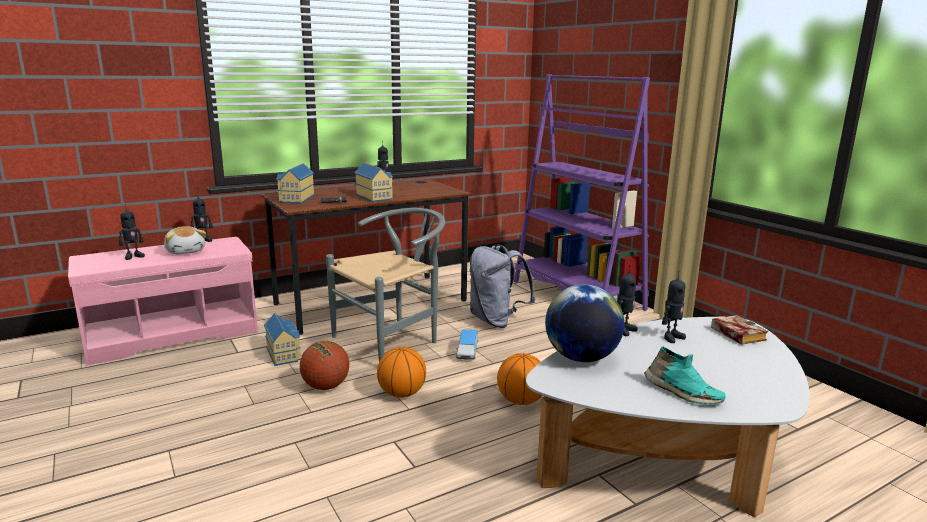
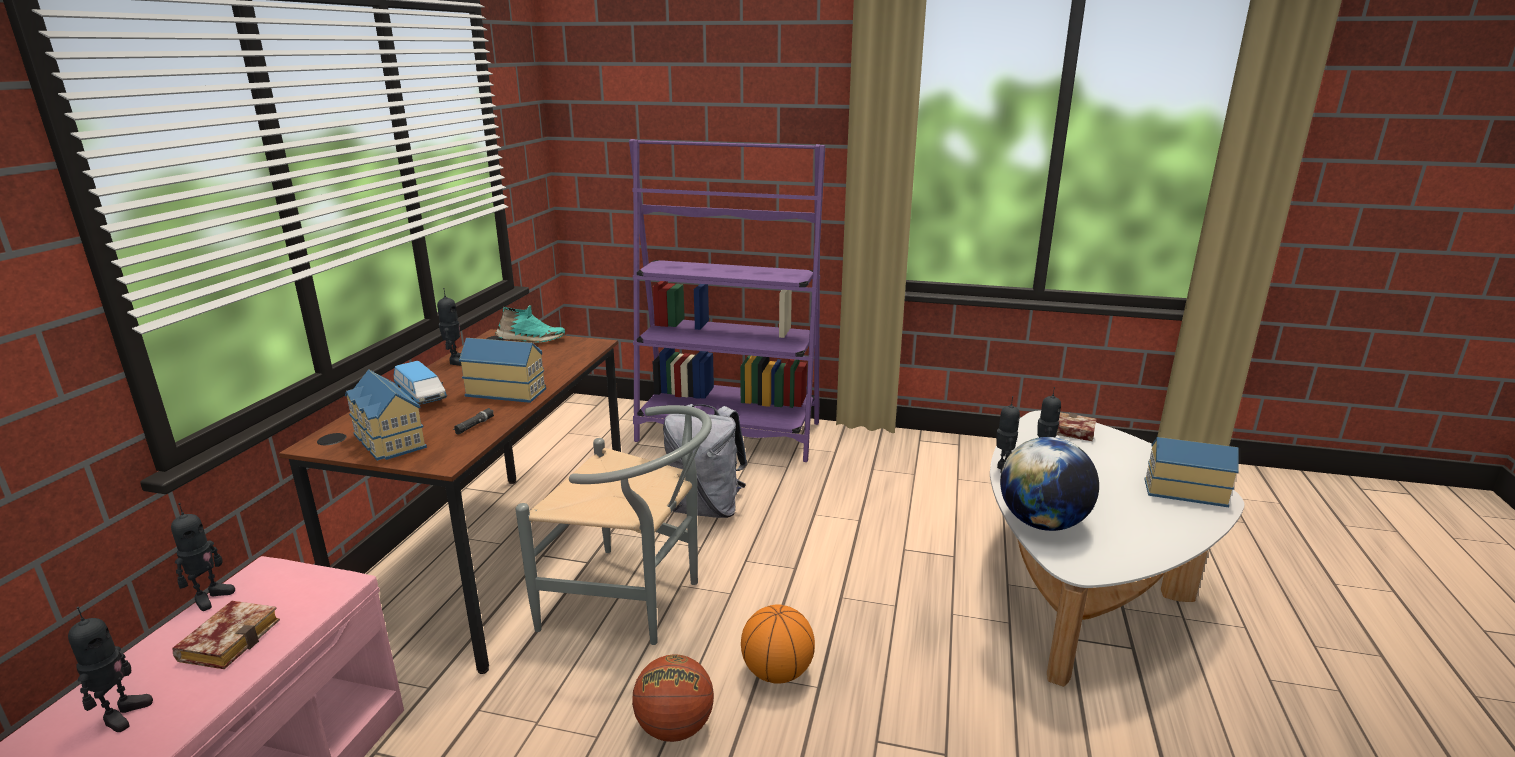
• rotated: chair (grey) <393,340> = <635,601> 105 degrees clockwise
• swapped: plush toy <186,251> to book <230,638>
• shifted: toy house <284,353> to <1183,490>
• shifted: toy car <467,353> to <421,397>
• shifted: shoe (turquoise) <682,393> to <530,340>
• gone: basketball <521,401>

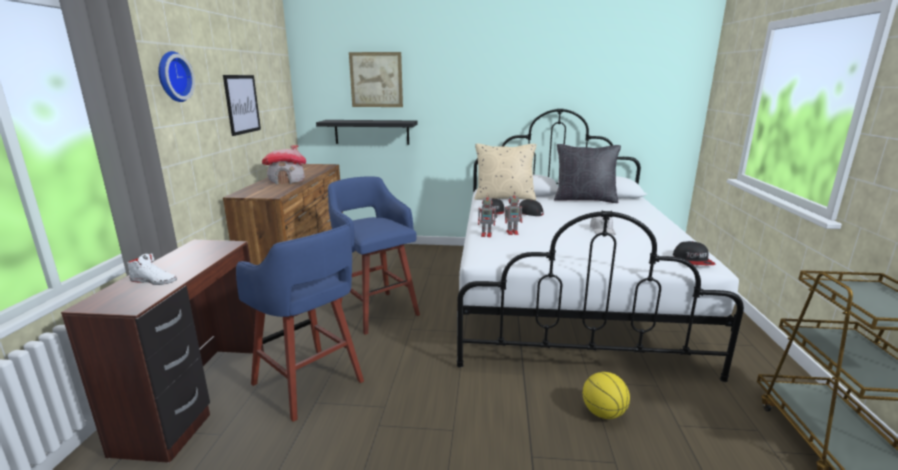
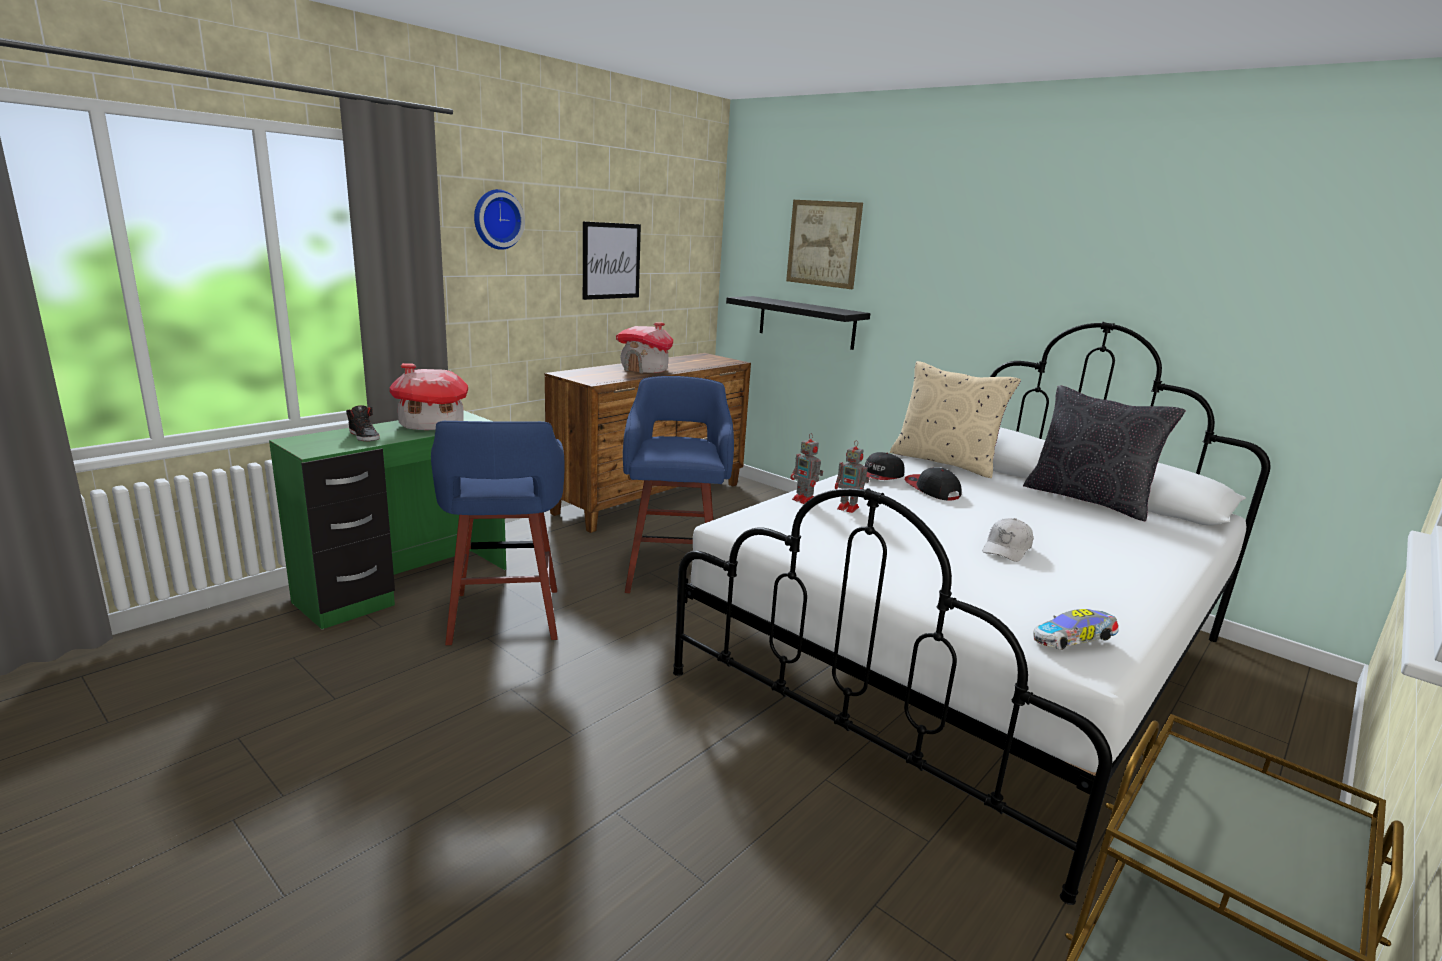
• repainted: desk (brown) <199,397> to desk (green) <406,586>
• swapped: cap <693,261> to toy car <1073,642>
• repainted: shoe (white) <154,281> to shoe (black) <364,436>
• gone: basketball <603,413>
• new: toy house <431,425>

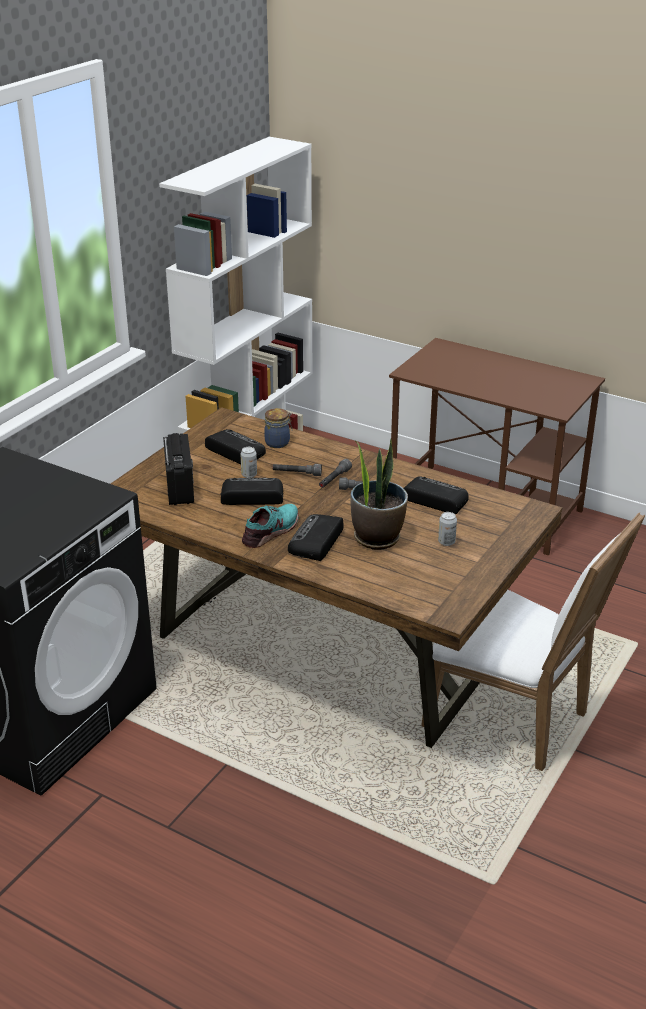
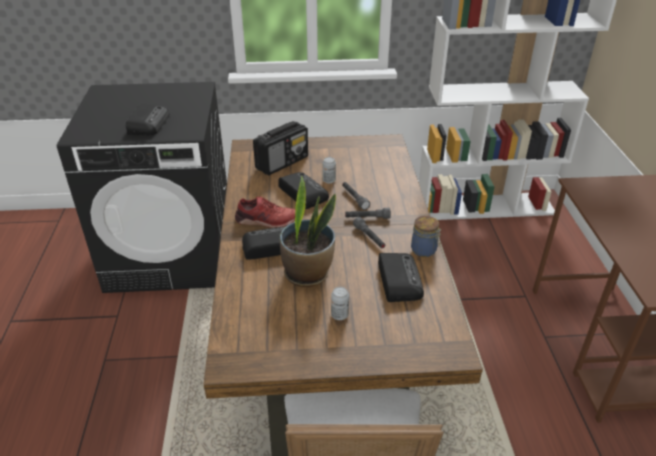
• shifted: jar <278,443> to <424,250>
• shifted: radio <234,451> to <148,123>
• repainted: shoe (turquoise) <271,531> to shoe (red) <266,221>

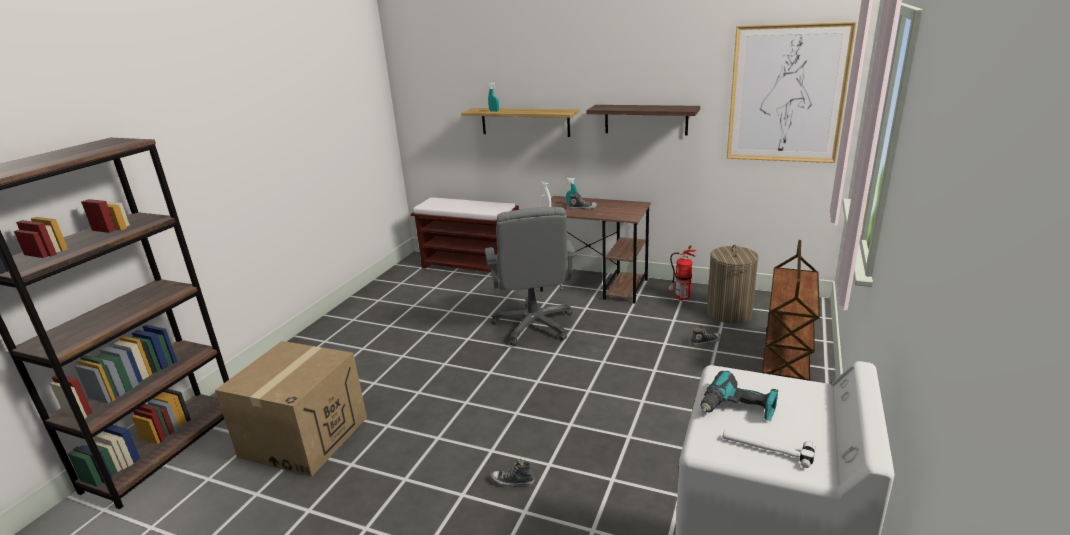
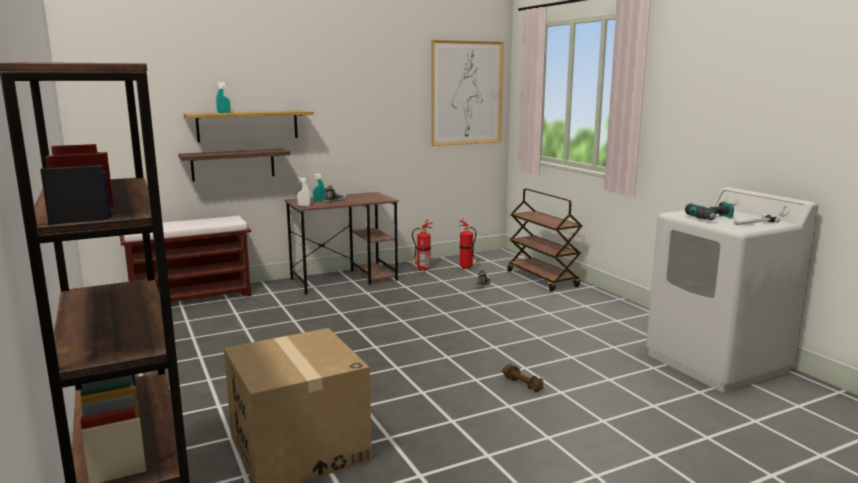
• shifted: shelf <645,119> to <233,164>
• gone: office chair (grey) <534,325>
• swapped: laundry basket <729,313> to fire extinguisher <467,268>
• swapped: shoe <512,481> to dumbbell (brown) <523,384>

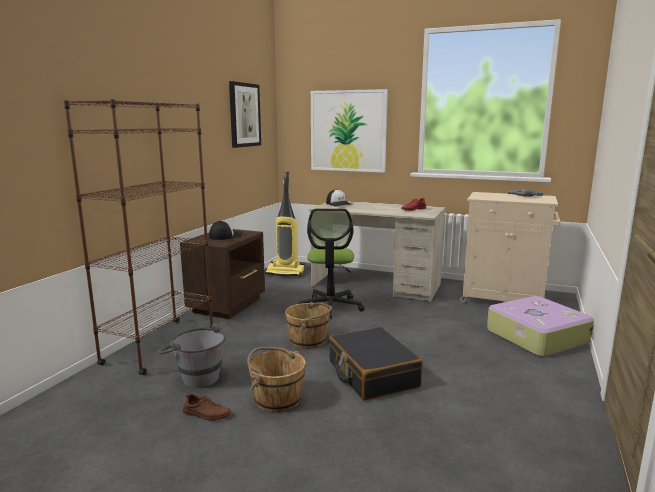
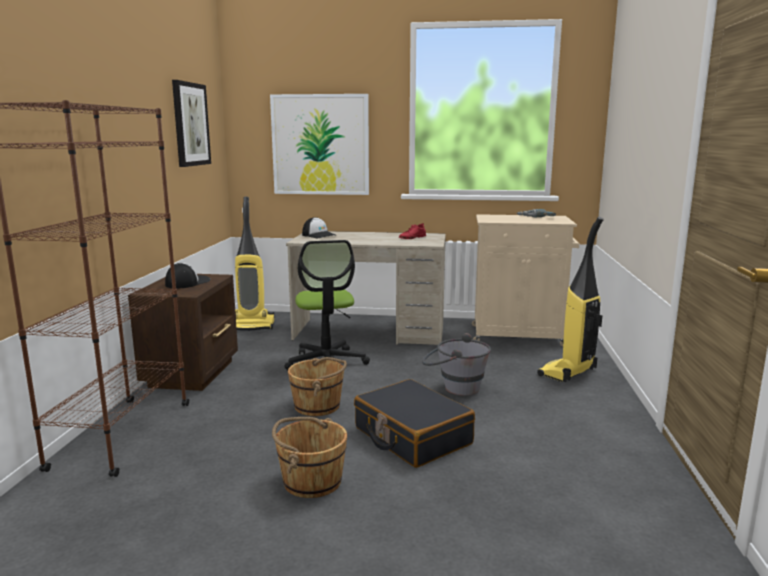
• swapped: suitcase <535,336> to vacuum cleaner <568,373>
• shifted: bucket (grey) <195,377> to <454,387>
• gone: shoe (brown) <206,414>

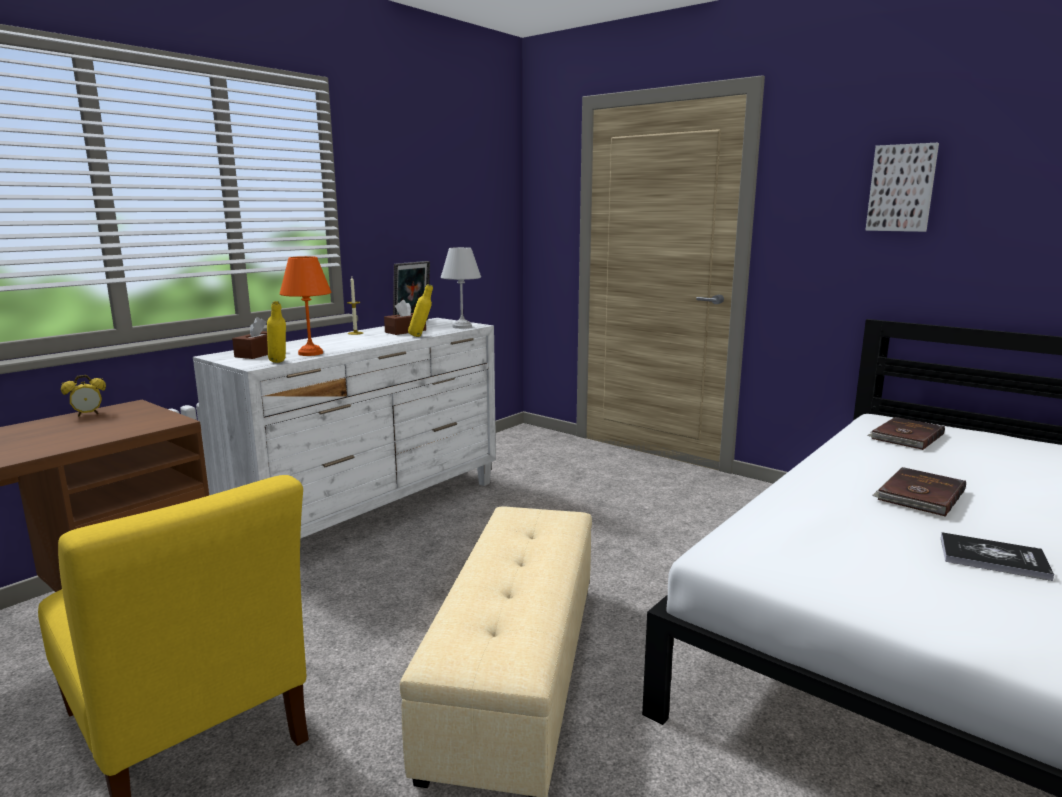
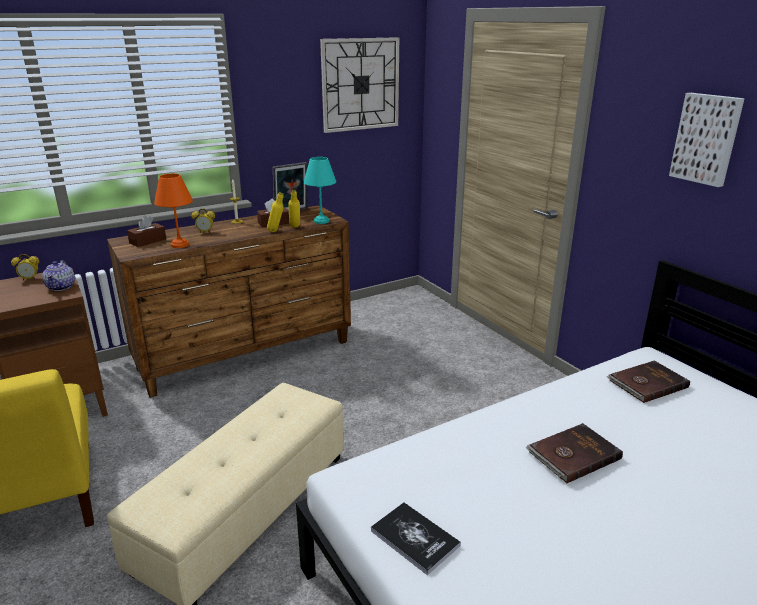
• repainted: table lamp (white) <462,327> to table lamp (turquoise) <321,221>
• shifted: bottle (yellow) <279,363> to <295,228>
• repainted: dresser (white) <373,513> to dresser (brown) <247,355>
• shifted: book <993,558> to <414,538>
• new: wall clock <360,84>
• new: alarm clock <205,232>
• new: teapot <61,287>

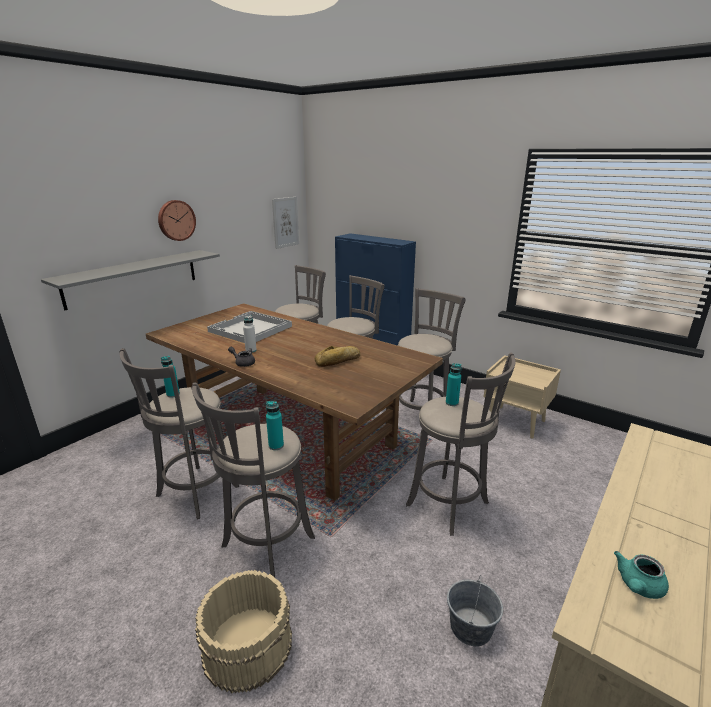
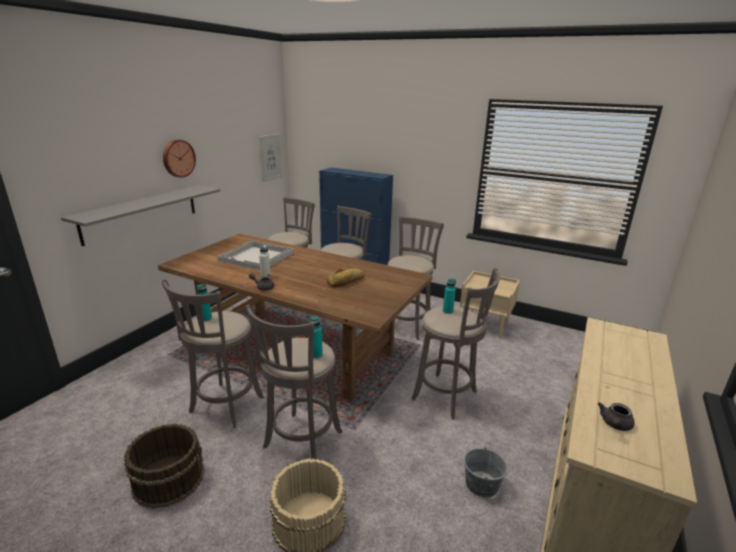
• repainted: teapot (turquoise) <638,586> to teapot (grey) <614,425>
• new: bucket (brown) <169,478>

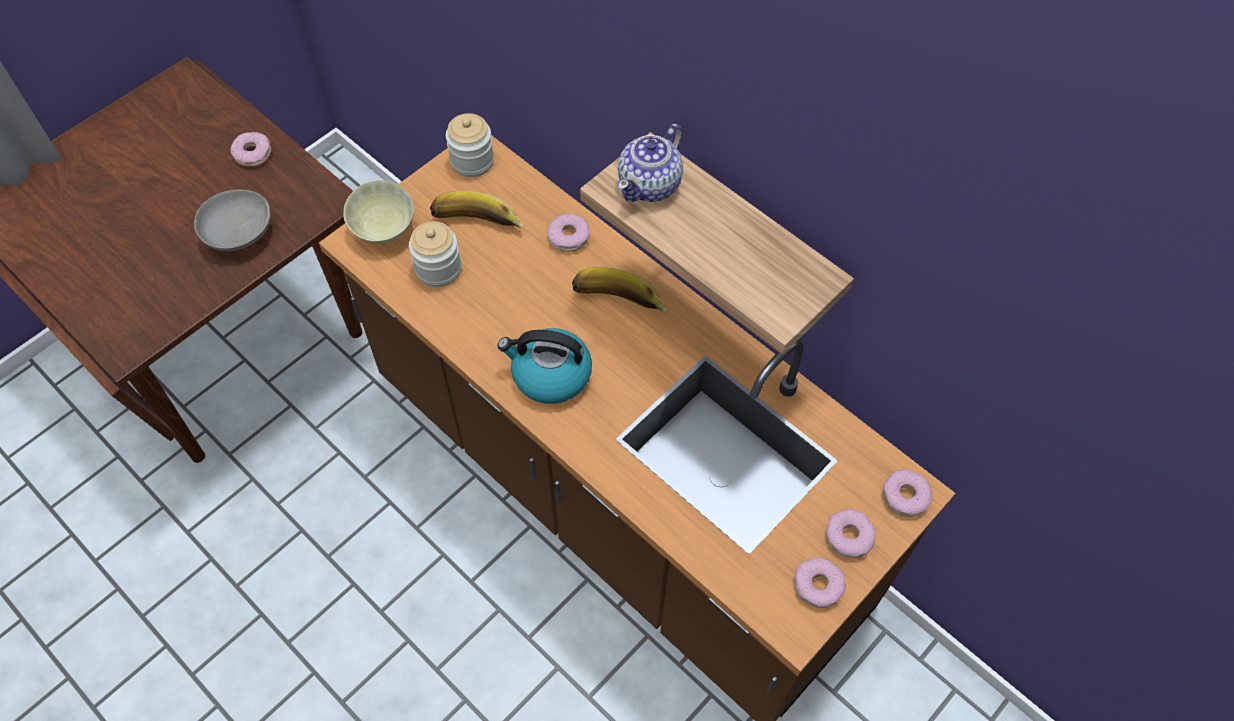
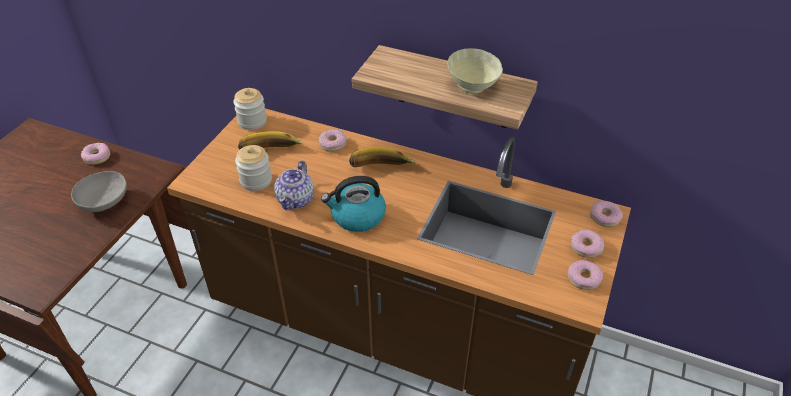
• shifted: teapot <650,184> to <296,199>
• shifted: bowl (beige) <383,230> to <472,87>

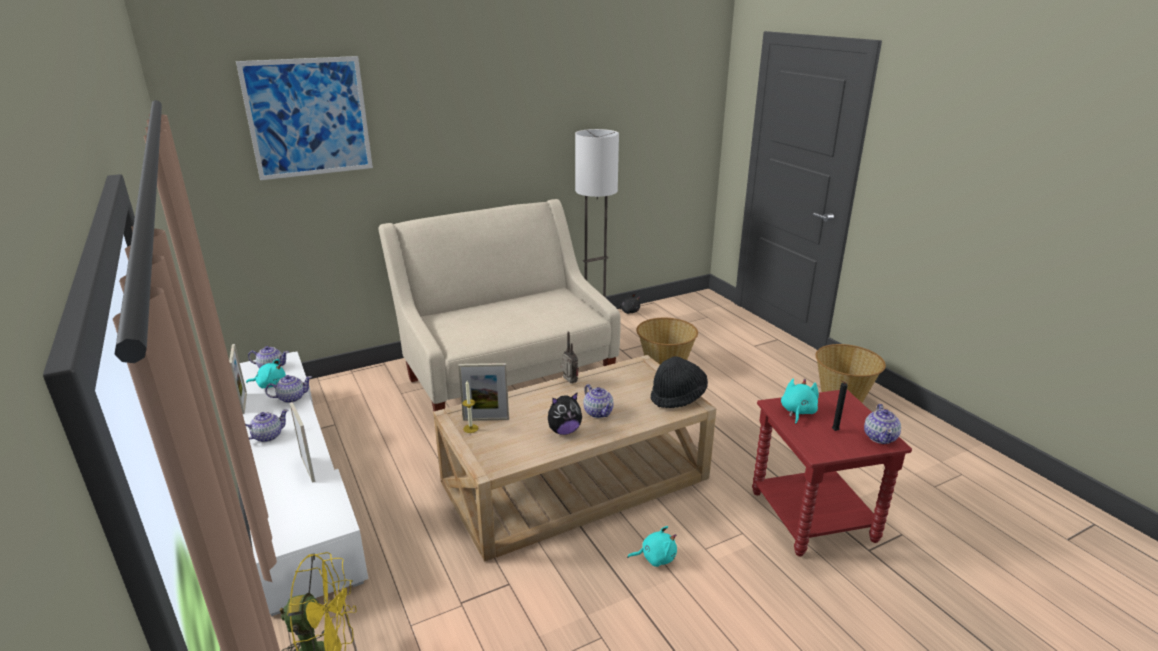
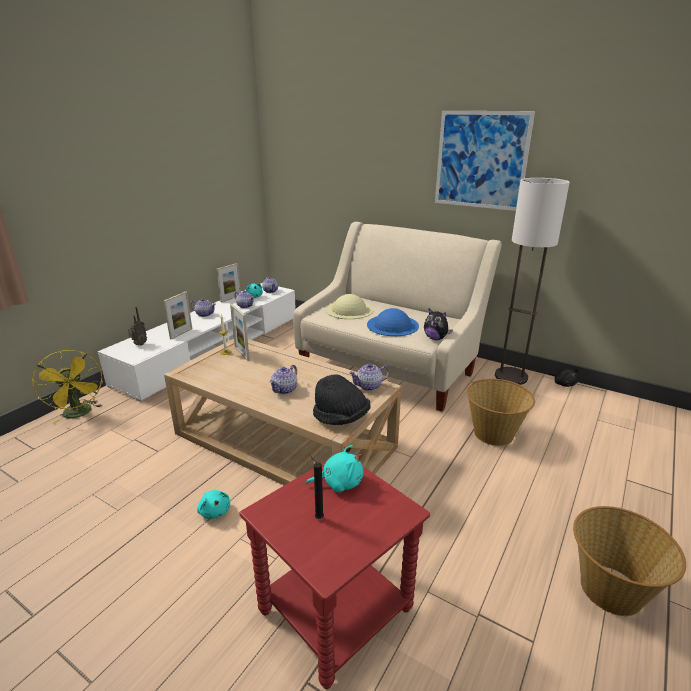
• shifted: picture <308,118> to <481,160>
• shifted: radio <569,383> to <139,344>
• shifted: plush toy <564,431> to <435,338>
• shifted: teapot <880,437> to <369,386>
• new: hat (beige) <349,309>
• new: hat (blue) <392,325>

